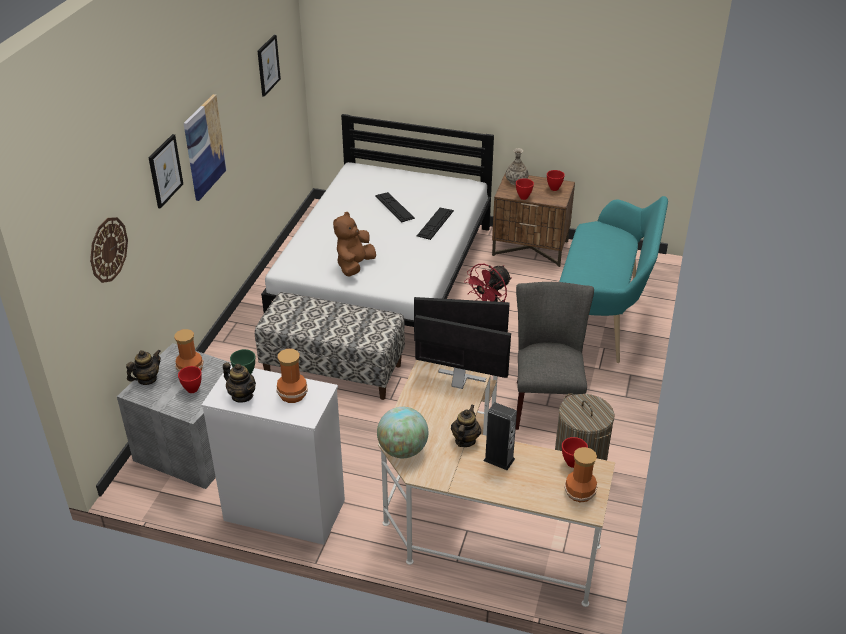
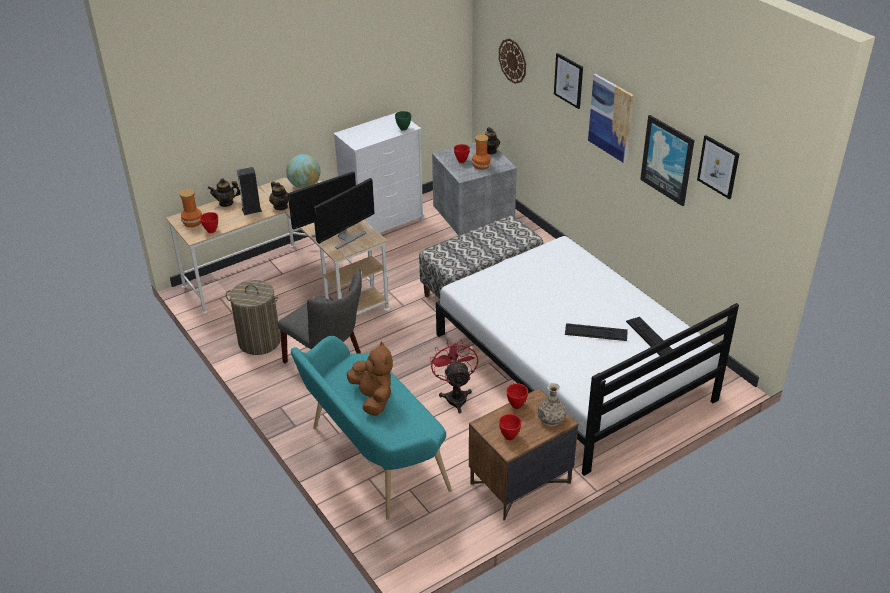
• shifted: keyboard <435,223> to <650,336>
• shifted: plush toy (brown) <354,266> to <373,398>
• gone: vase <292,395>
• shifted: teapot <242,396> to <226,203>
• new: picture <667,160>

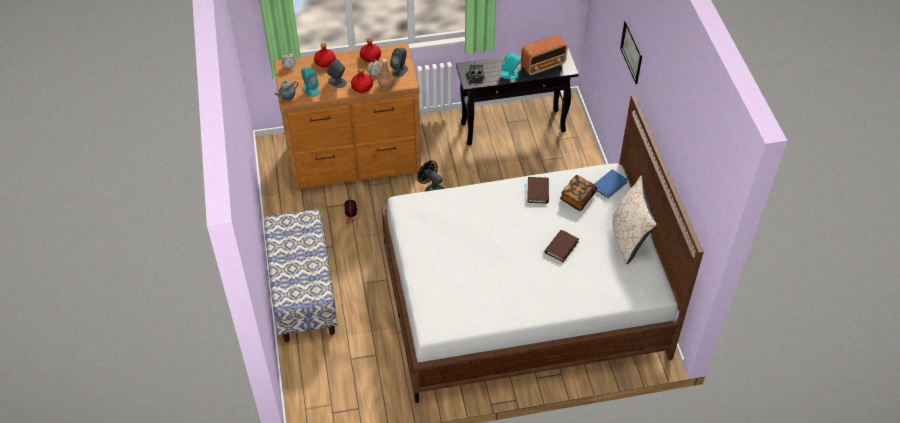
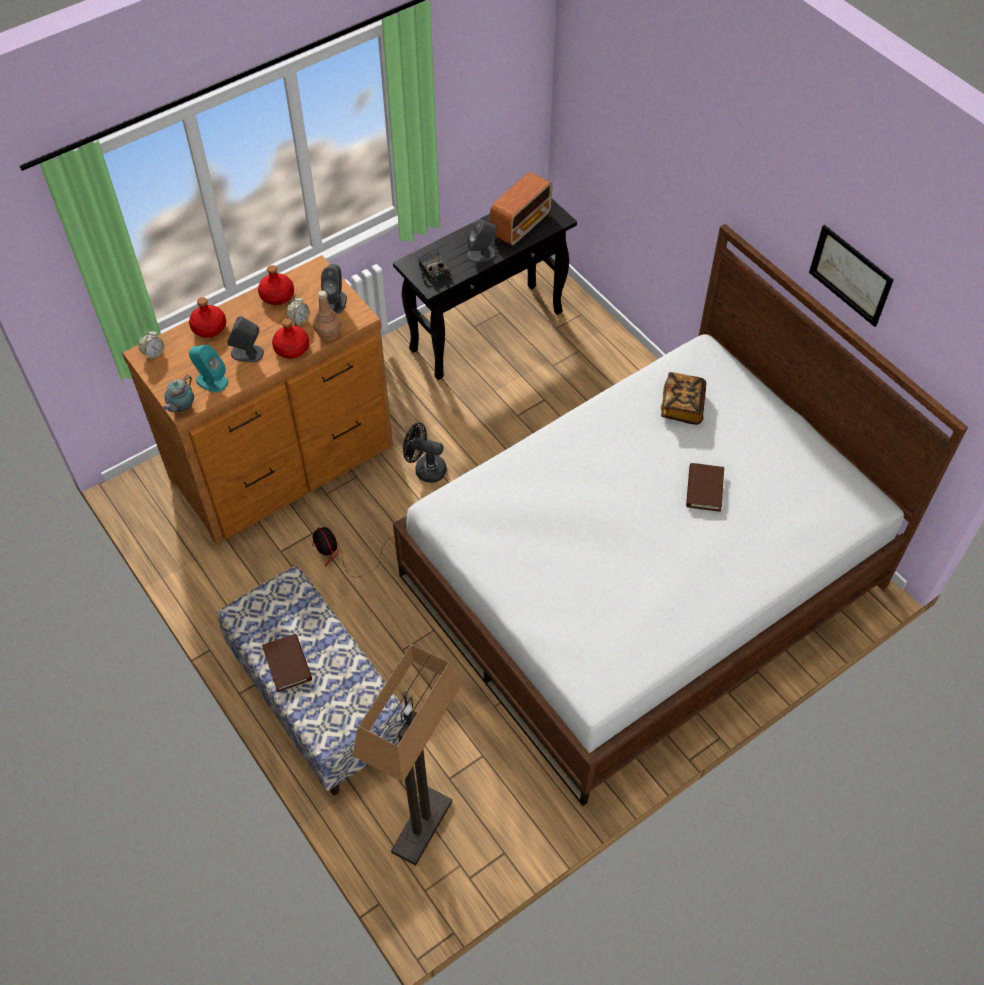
• shifted: picture <631,51> to <850,275>
• repainted: speaker (turquoise) <510,74> to speaker (grey) <481,254>
• gone: book (blue) <609,185>
• gone: pillow (beige) <628,239>
• shifted: book (brown) <538,191> to <287,664>
• new: floor lamp <422,827>

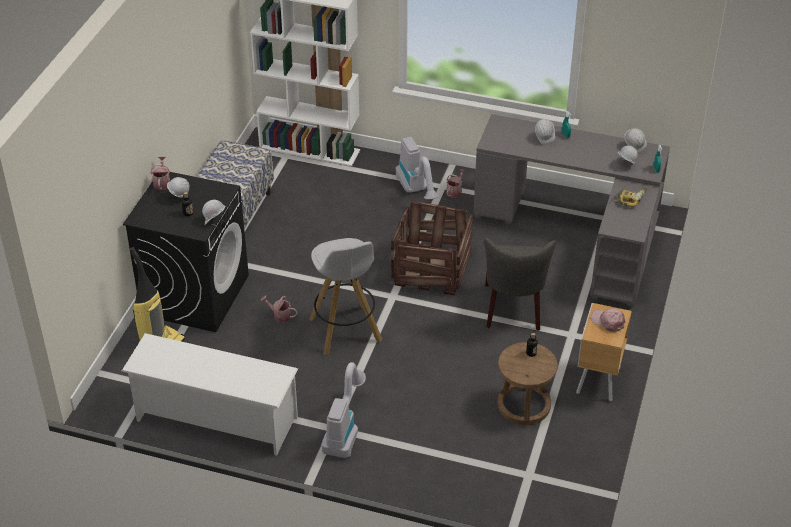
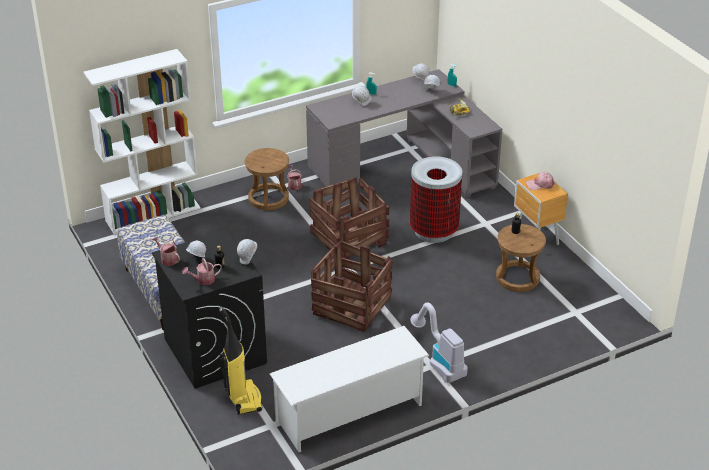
• swapped: vacuum cleaner <416,190> to stool (brown) <268,198>
• swapped: chair (grey) <513,310> to trash can <434,231>
• swapped: stool (white) <345,331> to crate <351,306>
• shifted: watering can <280,315> to <203,280>

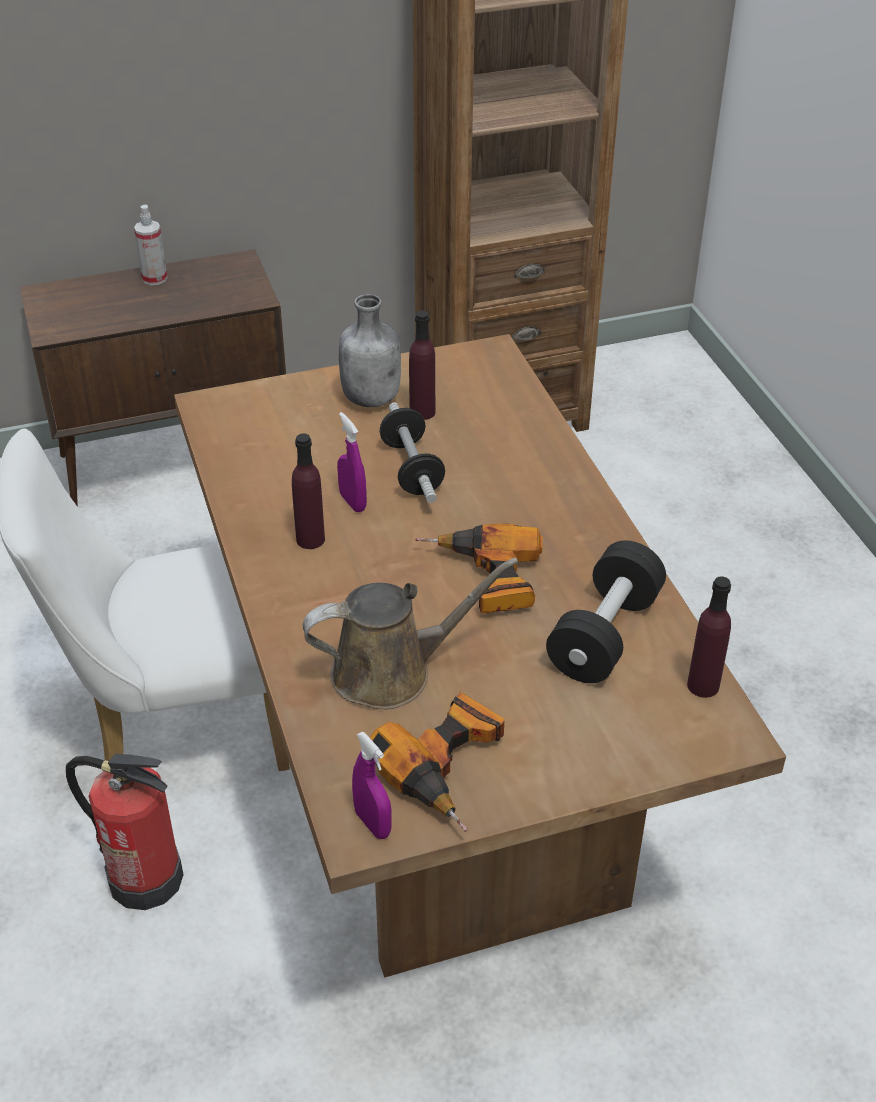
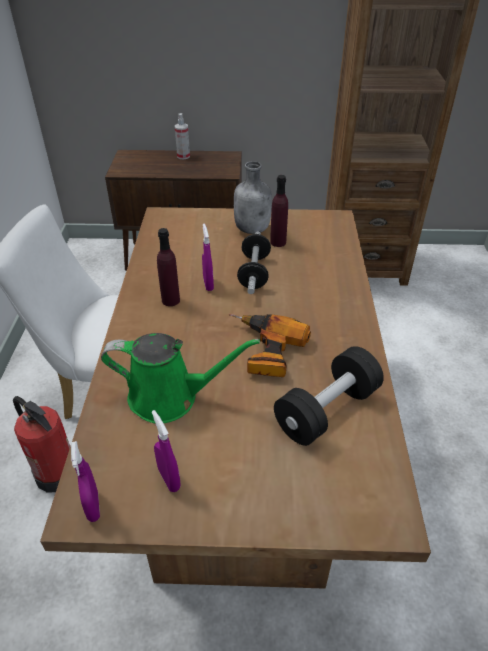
• repainted: watering can (brown) <391,671> to watering can (green) <170,397>
• gone: bottle (purple) <703,685>
• swapped: power drill <449,767> to spray bottle (purple) <169,479>

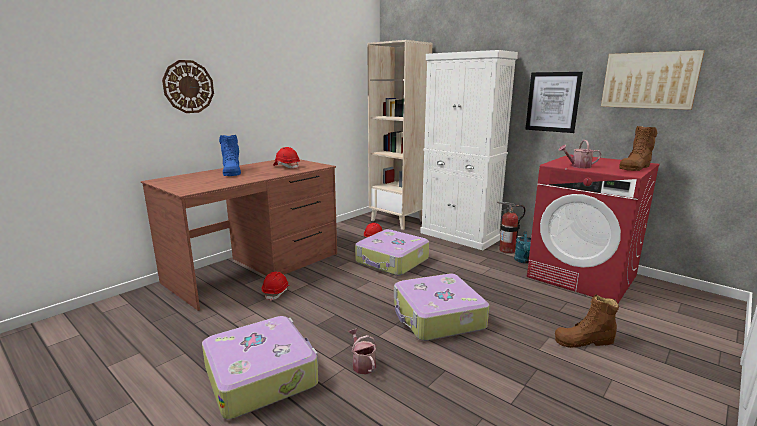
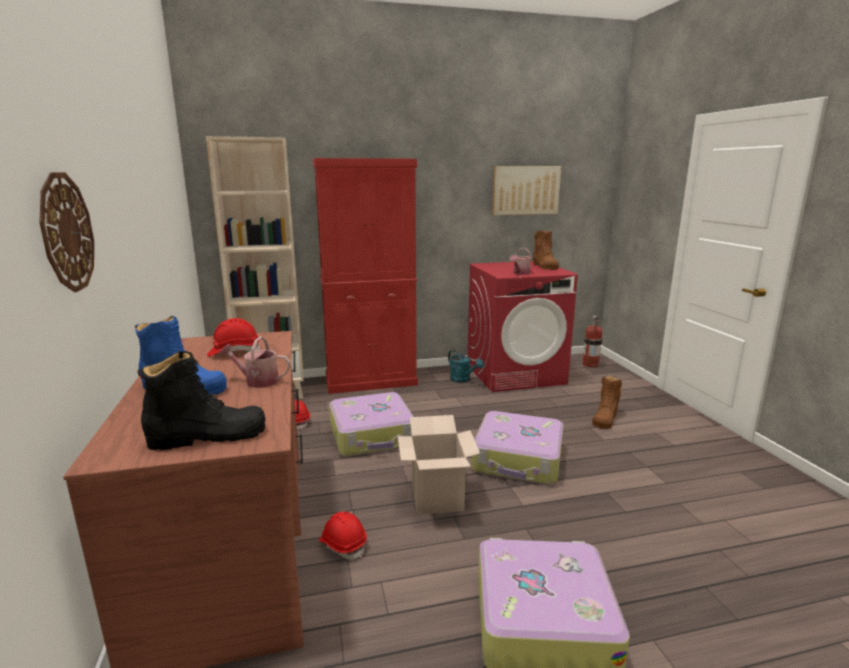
• repainted: cabinet (white) <459,236> to cabinet (red) <371,381>
• gone: picture <552,102>
• shifted: fire extinguisher <507,250> to <590,365>
• shifted: watering can <362,364> to <257,381>
• new: boot (black) <208,436>
• new: cardboard box <437,498>

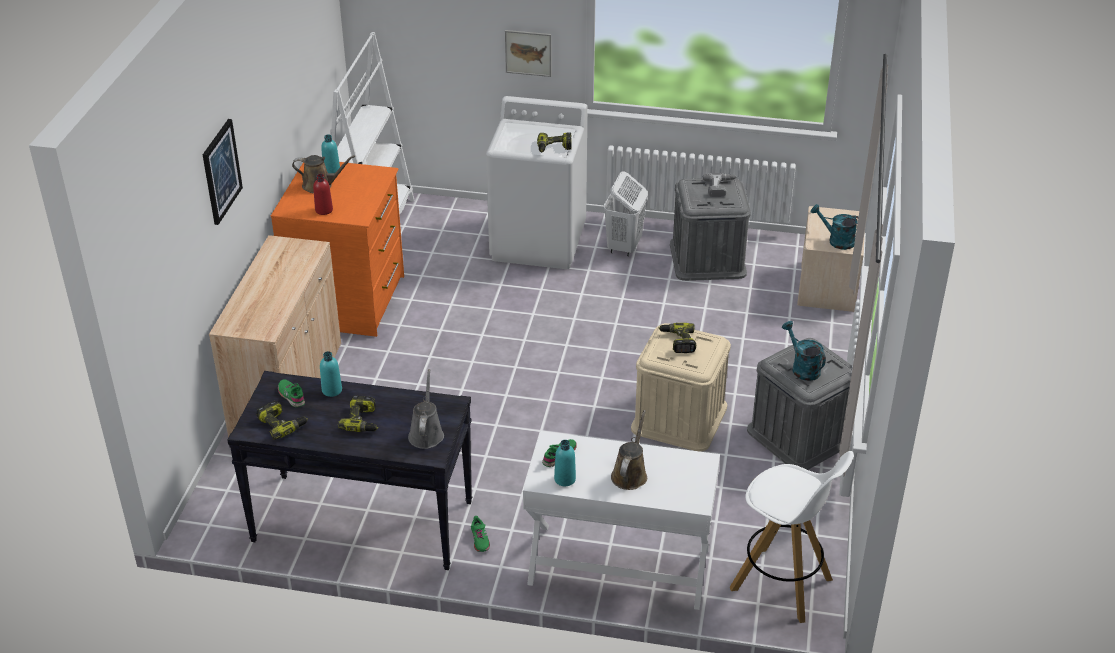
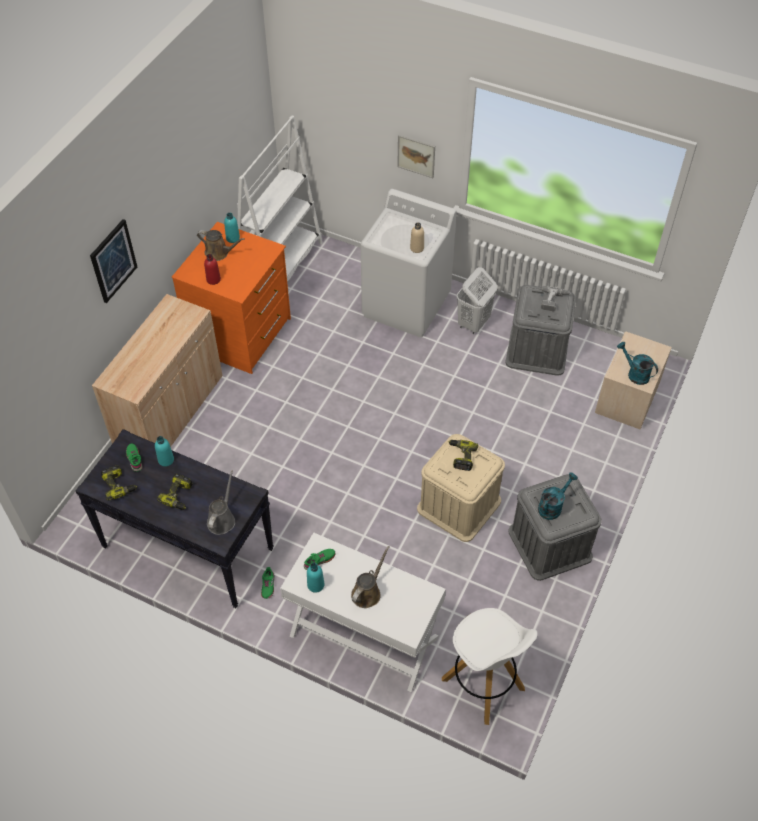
• swapped: power drill <554,148> to bottle (beige) <417,248>
• rotated: watering can (turquoise) <802,368> = <552,506> 60 degrees clockwise

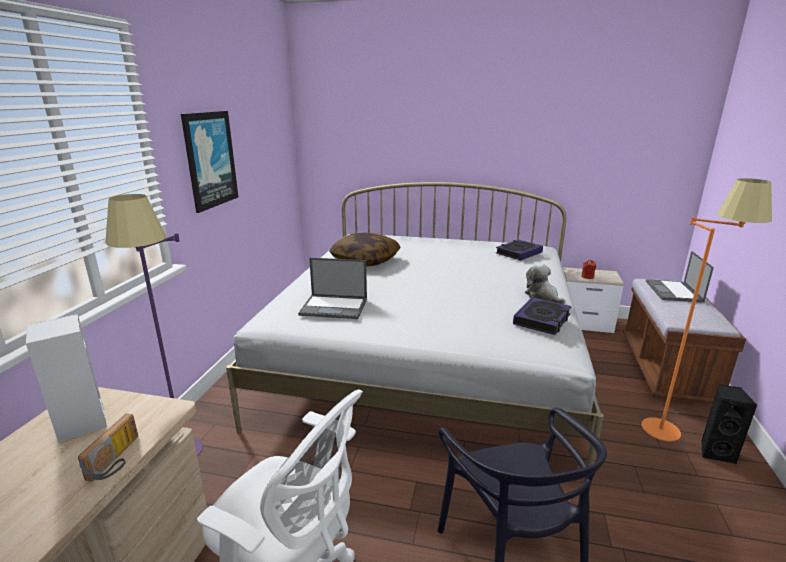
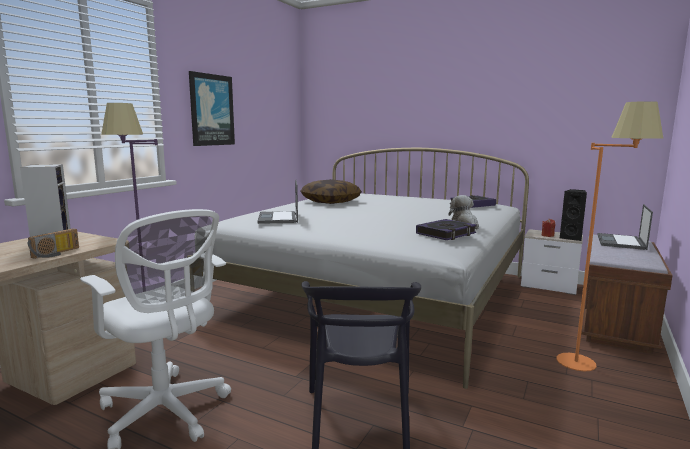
• rotated: laptop <335,307> = <278,218> 60 degrees clockwise
• shifted: speaker (black) <716,452> to <571,238>

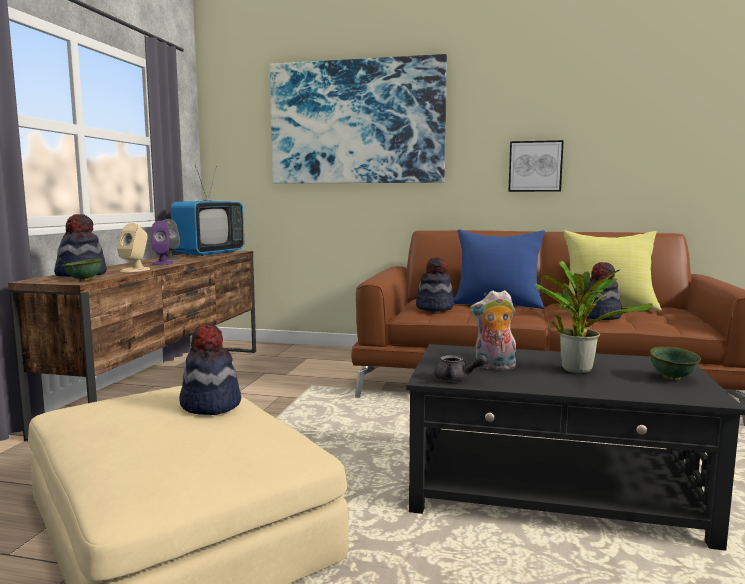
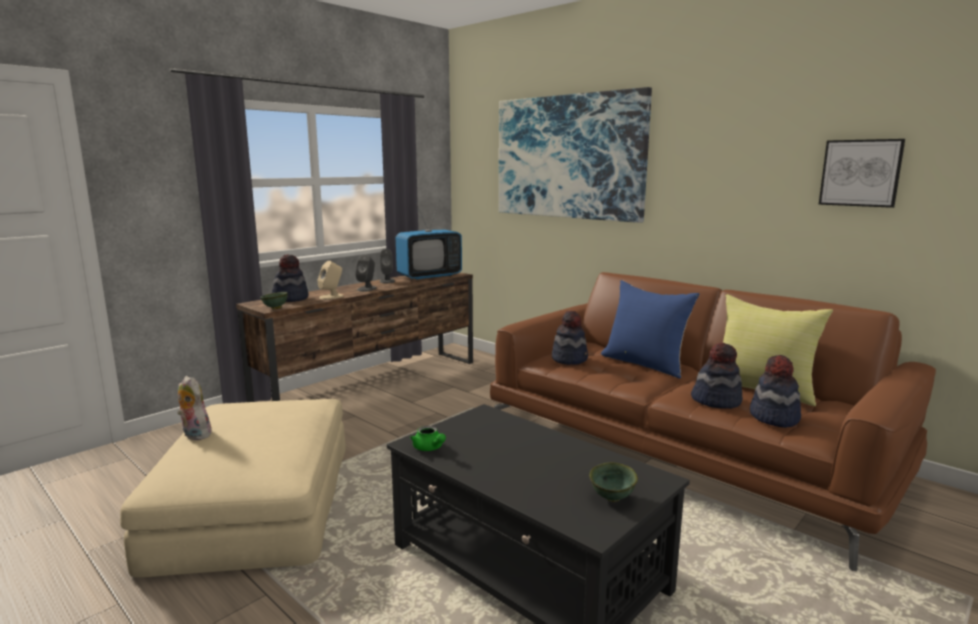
• shifted: picture <535,166> to <860,173>
• repainted: speaker (purple) <162,263> to speaker (grey) <367,289>
• gone: potted plant <575,369>
• shifted: plush toy <494,367> to <194,435>
• shifted: hat <210,405> to <773,417>
• repainted: teapot (grey) <456,379> to teapot (green) <429,448>

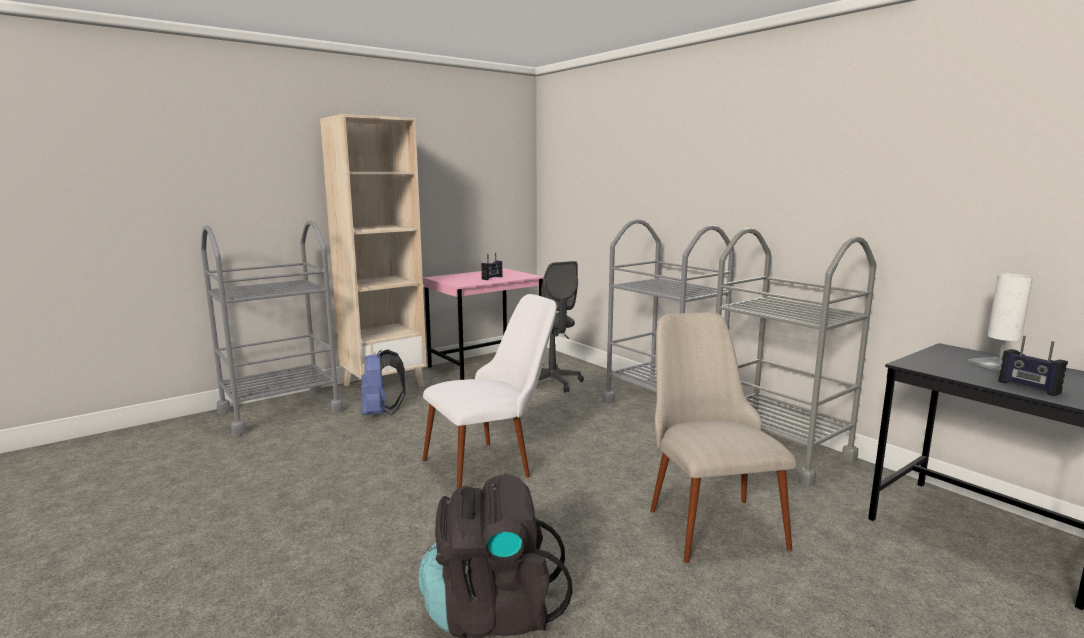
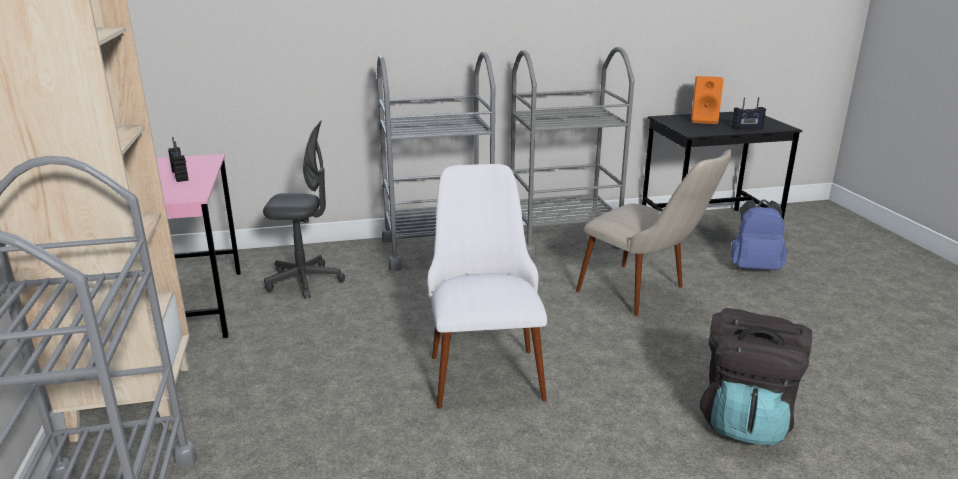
• swapped: table lamp (white) <999,366> to speaker (orange) <705,120>
• rotated: chair (beige) <707,516> = <645,295> 150 degrees counterclockwise
• shifted: backpack (blue) <380,413> to <754,267>

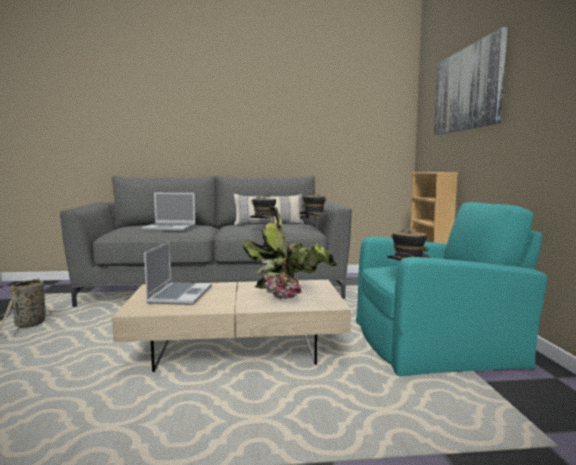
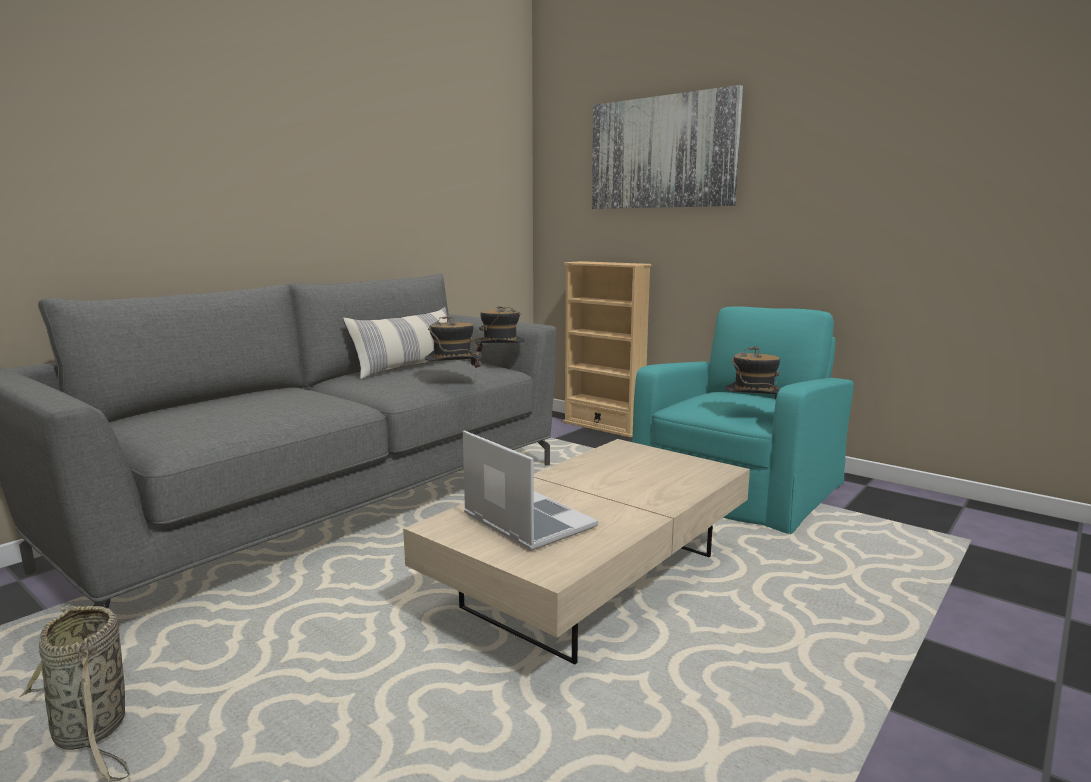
• gone: laptop <170,228>
• gone: potted plant <291,296>

